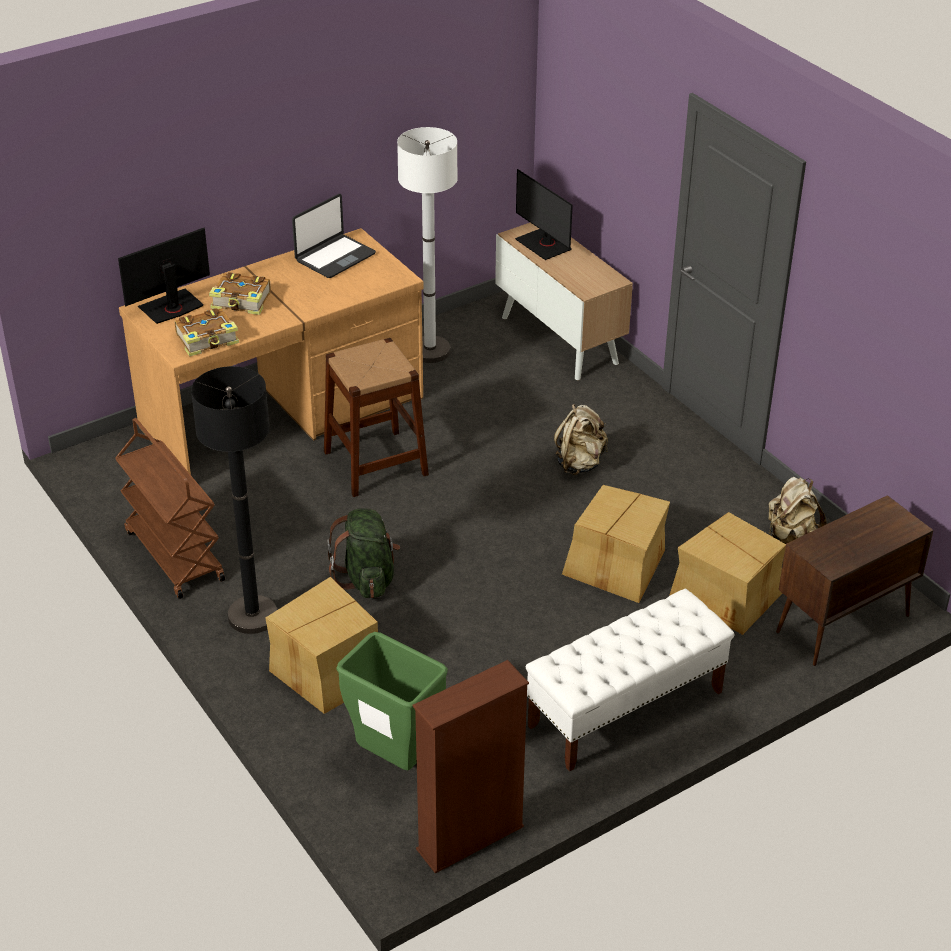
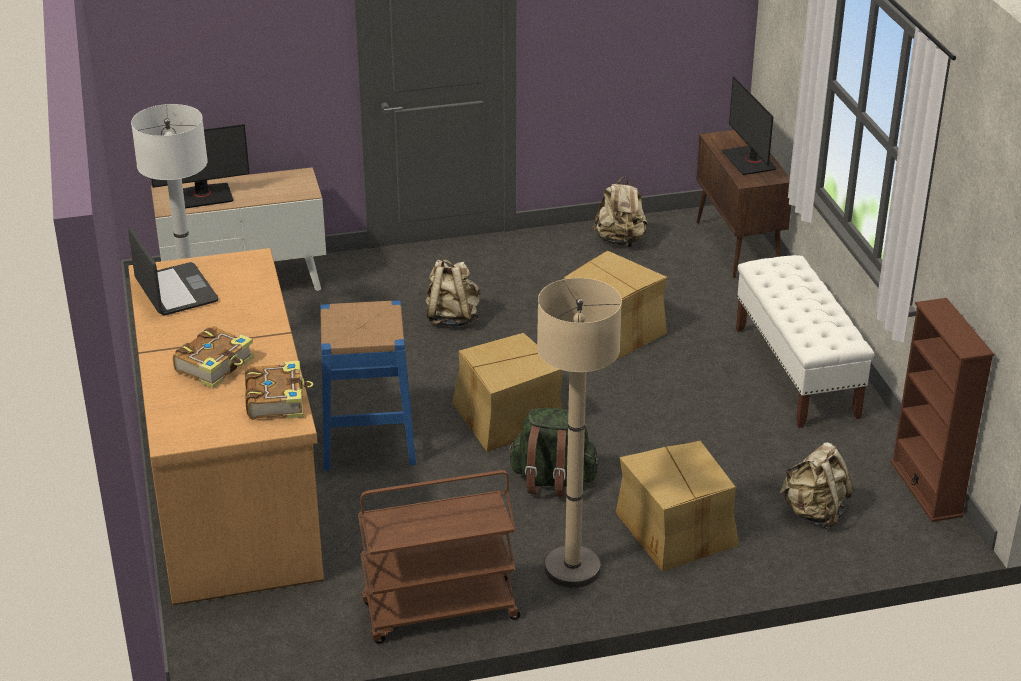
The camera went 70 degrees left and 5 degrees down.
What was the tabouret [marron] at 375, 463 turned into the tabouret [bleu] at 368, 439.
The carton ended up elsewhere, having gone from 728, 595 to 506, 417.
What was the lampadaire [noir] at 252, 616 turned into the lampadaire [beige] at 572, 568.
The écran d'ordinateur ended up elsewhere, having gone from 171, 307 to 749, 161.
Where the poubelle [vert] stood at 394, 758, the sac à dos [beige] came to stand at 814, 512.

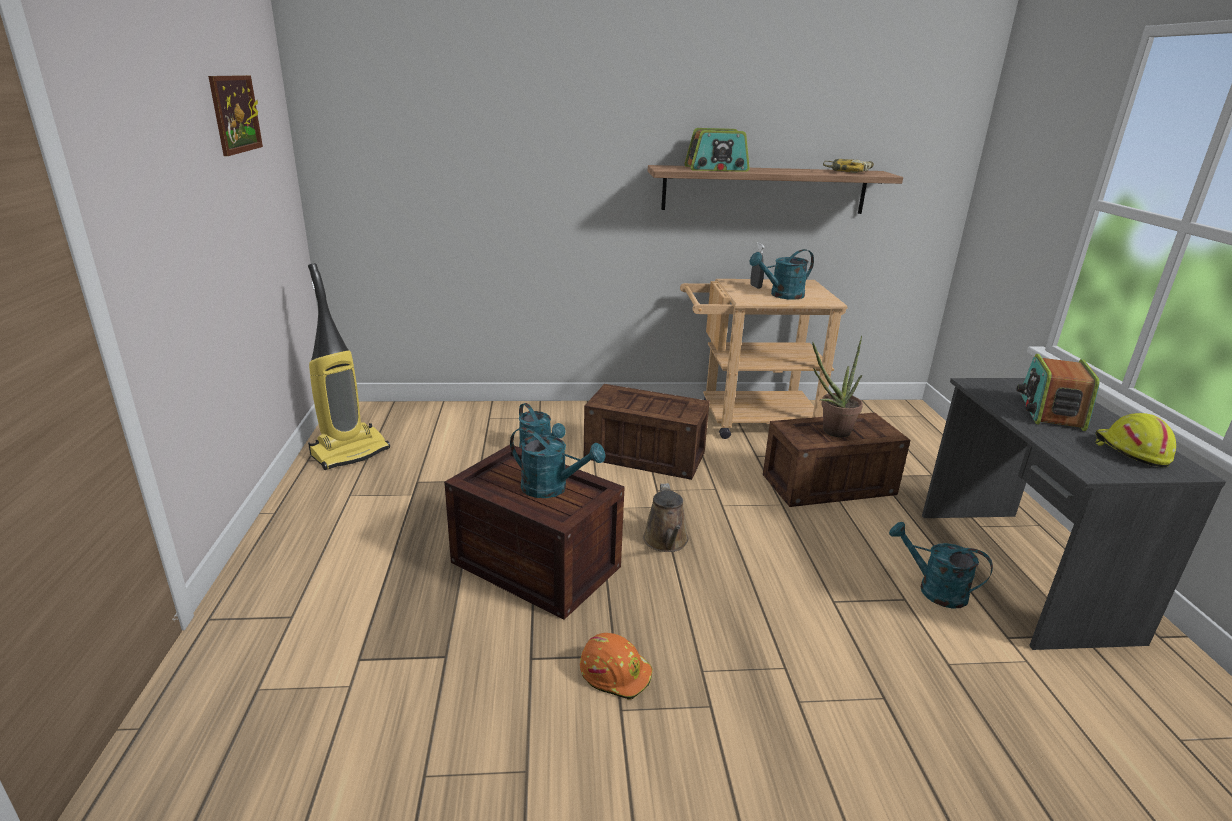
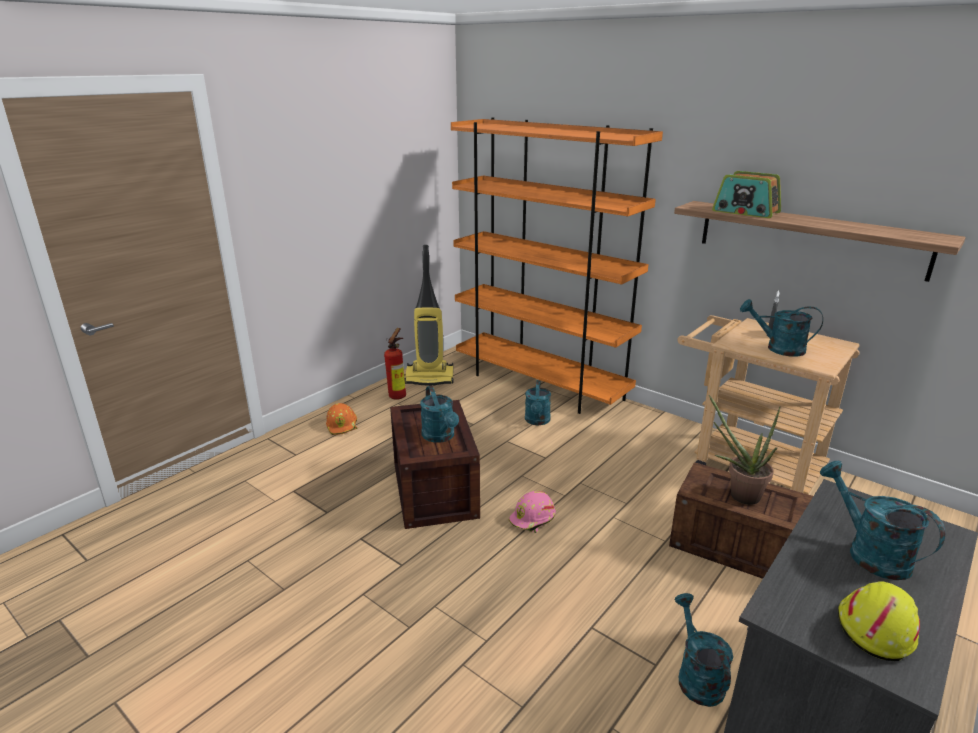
The camera went 45 degrees right and 0 degrees up.
The casque de chantier [orange] ended up elsewhere, having gone from 615, 673 to 342, 425.
The second view gained the extincteur at 399, 395.
The second view gained the bibliothèque [orange] at 540, 384.
Where the arrosoir [marron] stood at 666, 541, the casque de chantier [rose] came to stand at 533, 519.
Where the radio stood at 1050, 411, the arrosoir [turquoise] came to stand at 869, 552.
The second view lost the tableau at 235, 114.
The second view lost the caisse at 646, 455.
The second view lost the perceuse at 848, 171.

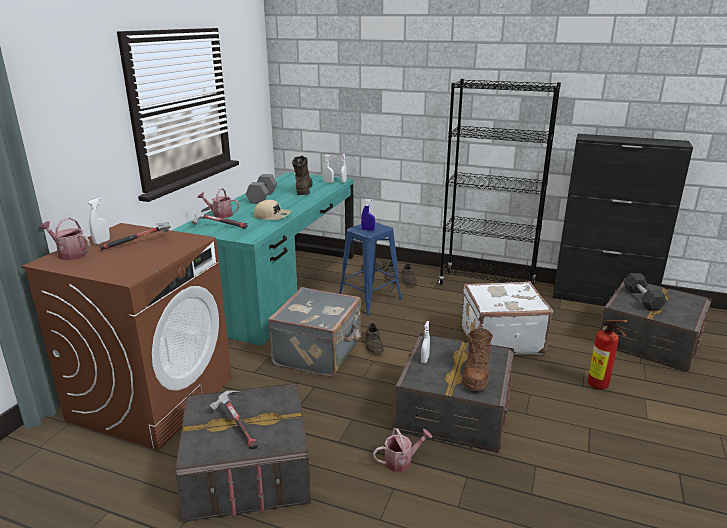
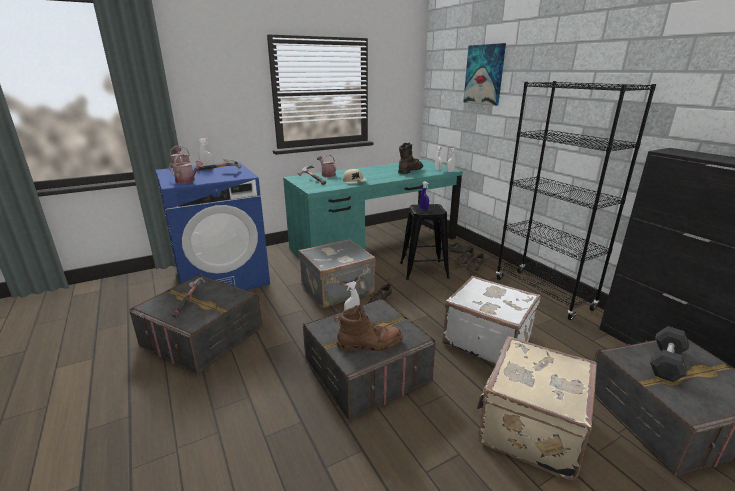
The camera went 40 degrees right and 0 degrees up.
What was the lave-linge [marron] at 153, 398 turned into the lave-linge [bleu] at 223, 278.
The arrosoir ended up elsewhere, having gone from 401, 461 to 187, 181.
The botte [marron] at 476, 374 ended up facing another way, 150 degrees counterclockwise from before.
What was the tabouret [bleu] at 369, 299 turned into the tabouret [noir] at 424, 270.
The second view gained the tableau at 484, 74.
Where the extincteur stood at 600, 386, the valise [beige] came to stand at 529, 427.
The second view lost the haltère [gris] at 263, 197.

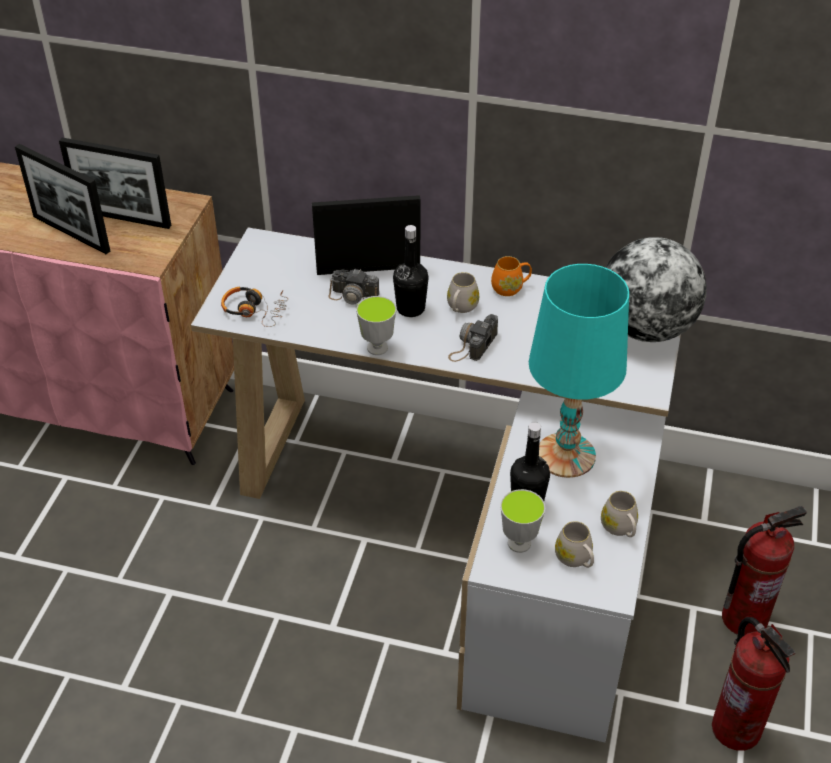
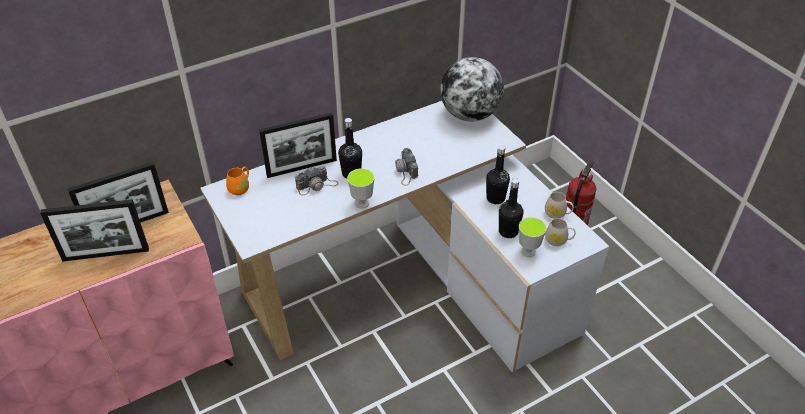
The camera went 45 degrees left and 0 degrees up.
The mug [orange] ended up elsewhere, having gone from 510, 288 to 240, 188.
The cadre photo at 368, 269 ended up facing another way, 150 degrees counterclockwise from before.
Where the lampe de table [turquoise] stood at 567, 455, the bouteille [noir] came to stand at 495, 198.
The second view lost the casque audio at 255, 310.
The second view lost the mug [blanc] at 461, 307.
The second view lost the extincteur at 737, 729.

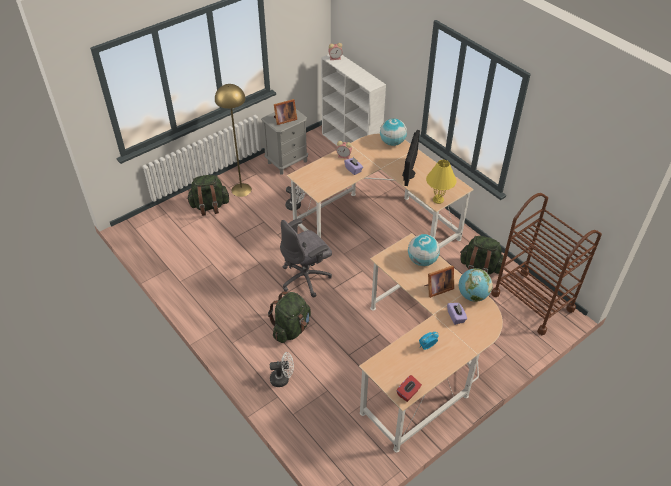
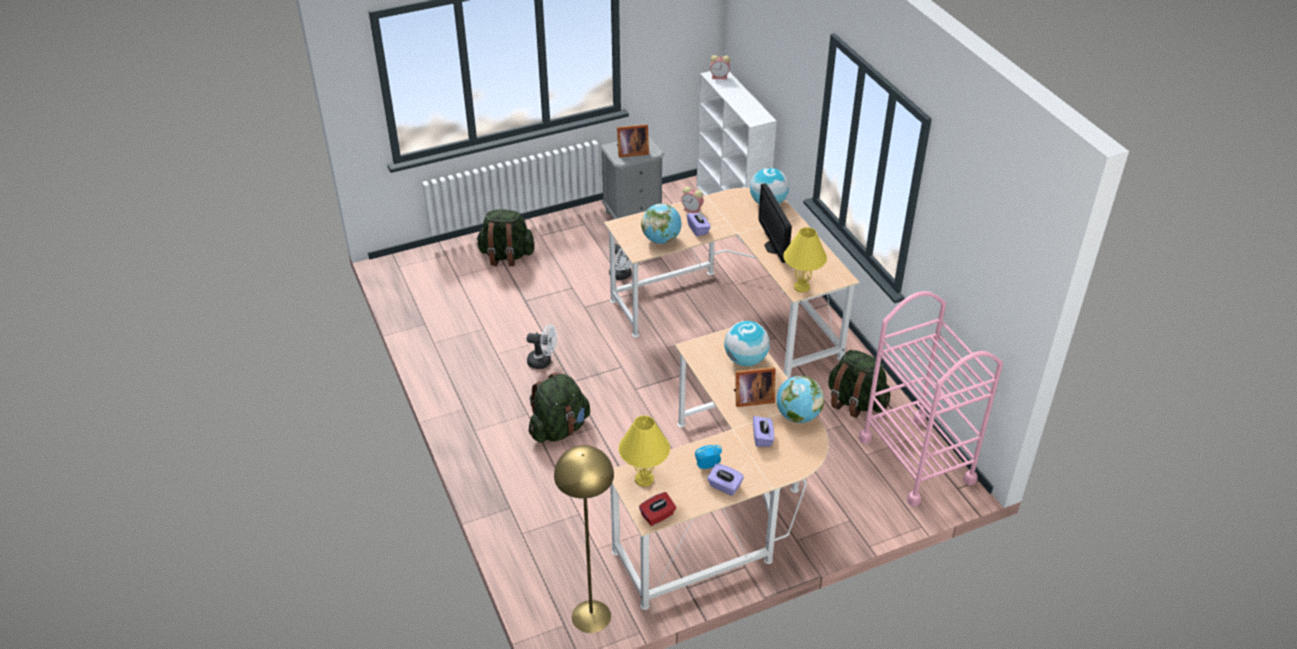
The camera went 15 degrees right and 5 degrees down.
The ventilateur [blanc] ended up elsewhere, having gone from 282, 379 to 543, 361.
The lampadaire [jaune] ended up elsewhere, having gone from 241, 190 to 591, 616.
The second view gained the lampe de table [jaune] at 644, 479.
The second view gained the globe at 661, 239.
The second view gained the boîte à mouchoirs [violet] at 724, 486.
The écran d'ordinateur at 408, 174 ended up facing another way, 135 degrees clockwise from before.
What was the chariot [marron] at 532, 301 turned into the chariot [rose] at 916, 460.
The second view lost the chaise de bureau [gris] at 306, 278.

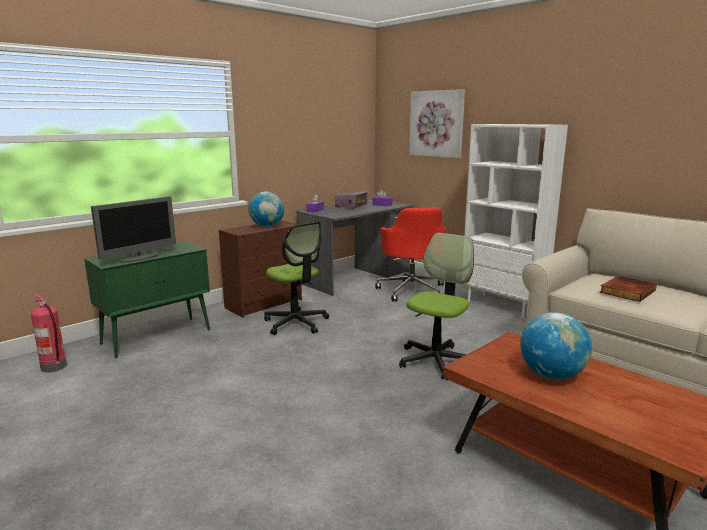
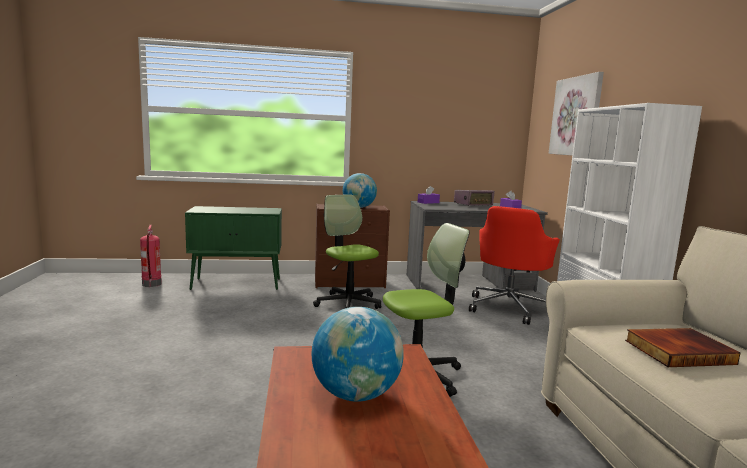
The camera went 35 degrees right and 5 degrees down.
The chaise de bureau at 296, 323 ended up facing another way, 150 degrees clockwise from before.
The second view lost the écran d'ordinateur at 139, 258.

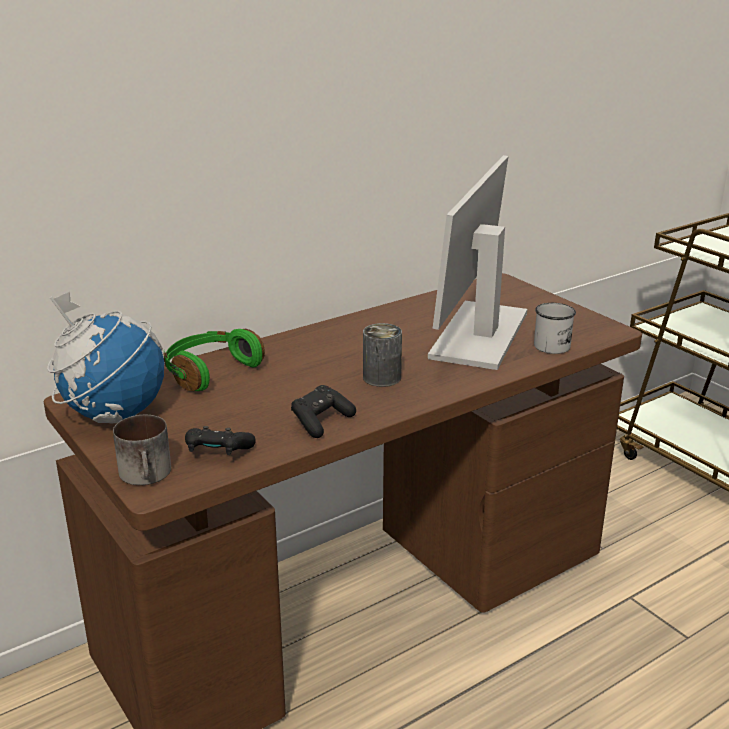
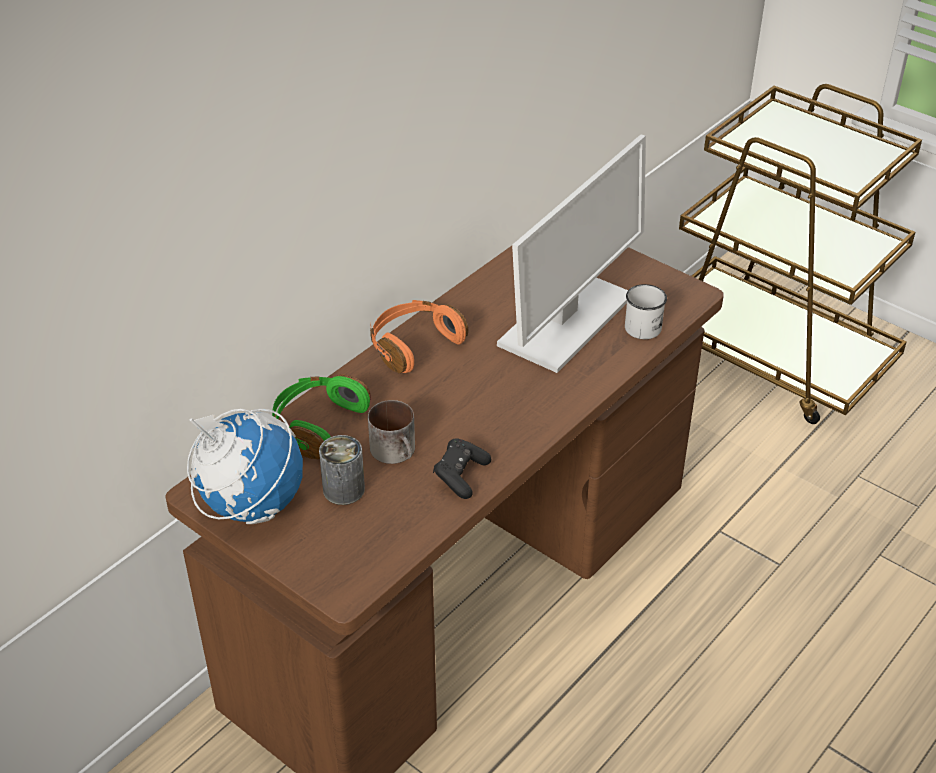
The camera went 15 degrees left and 15 degrees up.
The boîte métallique ended up elsewhere, having gone from 382, 377 to 343, 489.
The mug ended up elsewhere, having gone from 148, 475 to 397, 451.
The second view gained the casque audio [orange] at 414, 345.
The écran d'ordinateur at 479, 334 ended up facing another way, 150 degrees counterclockwise from before.
The second view lost the manette [noir] at 218, 453.

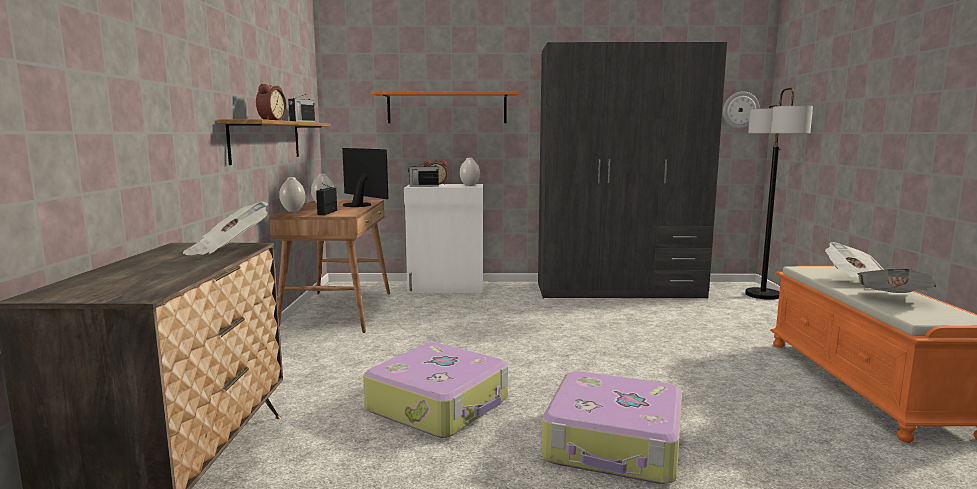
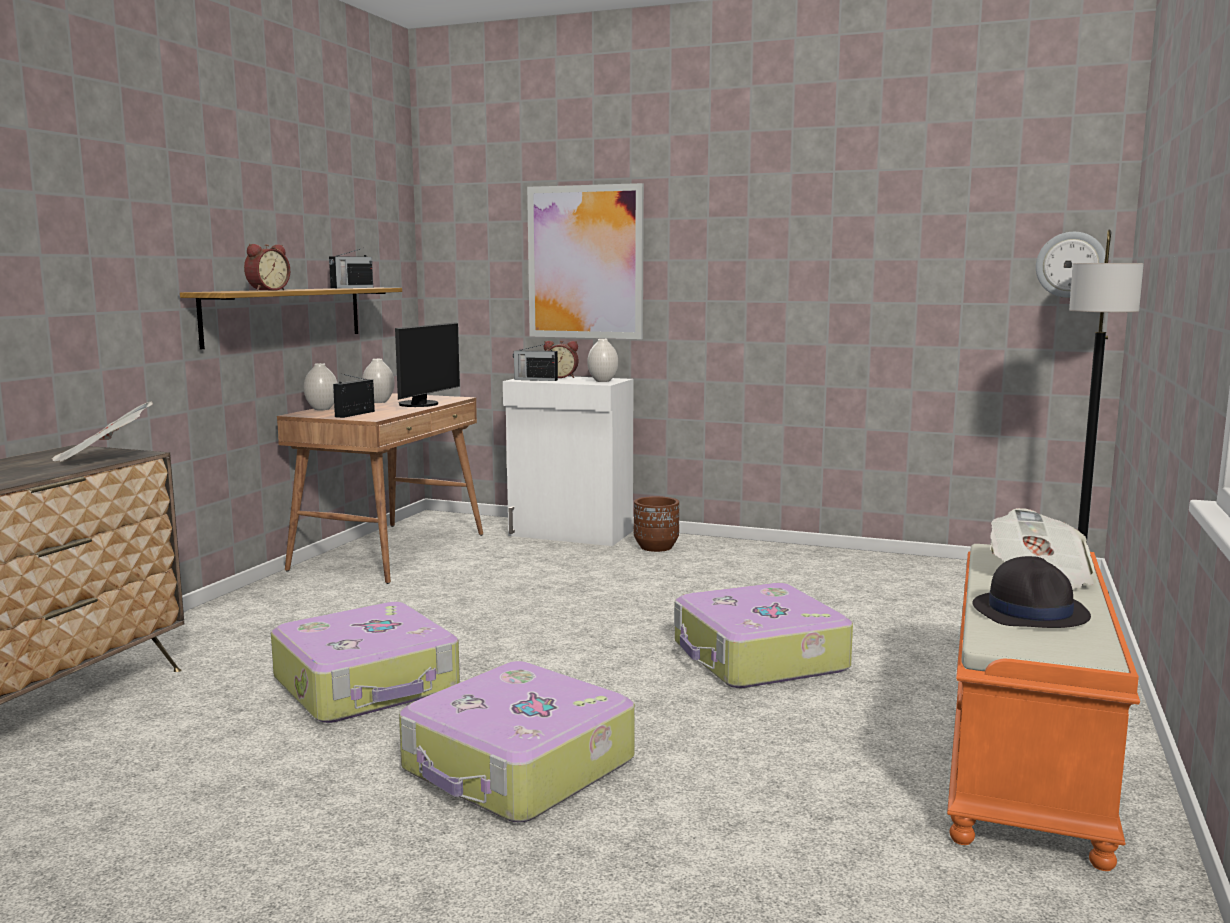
The camera went 20 degrees right and 0 degrees up.
The écran d'ordinateur at 360, 205 ended up facing another way, 45 degrees clockwise from before.
Where the étagère [orange] hung at 447, 108, the tableau came to hang at 585, 262.
The second view gained the cache-pot [marron] at 656, 547.
The second view gained the valise at 758, 657.
Where the journal stood at 893, 299, the chapeau [noir] came to stand at 1030, 612.
The second view lost the armoire [gris] at 619, 290.

